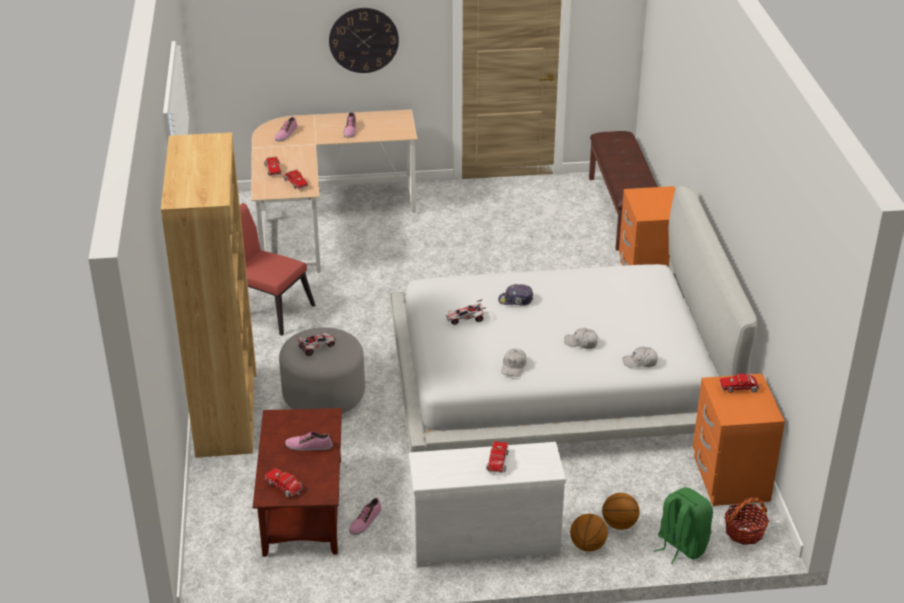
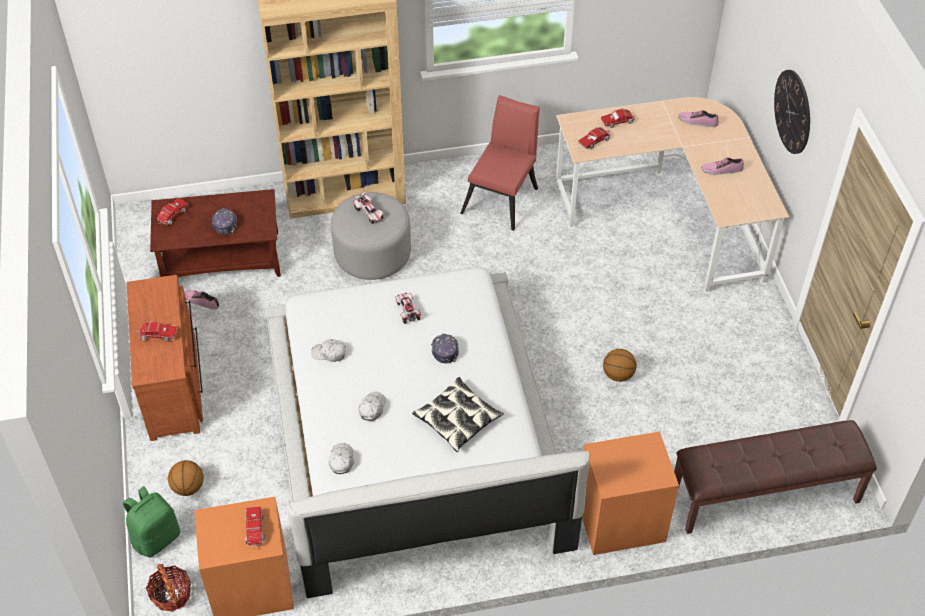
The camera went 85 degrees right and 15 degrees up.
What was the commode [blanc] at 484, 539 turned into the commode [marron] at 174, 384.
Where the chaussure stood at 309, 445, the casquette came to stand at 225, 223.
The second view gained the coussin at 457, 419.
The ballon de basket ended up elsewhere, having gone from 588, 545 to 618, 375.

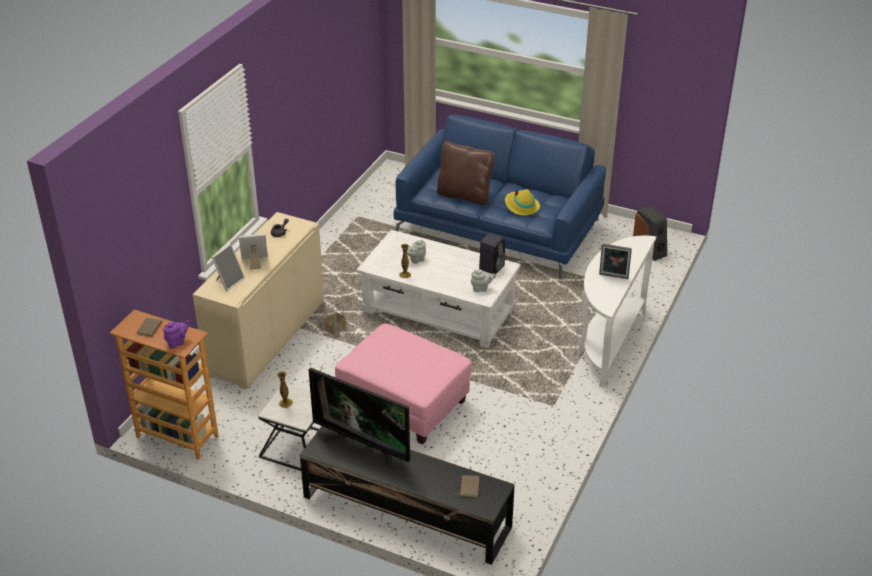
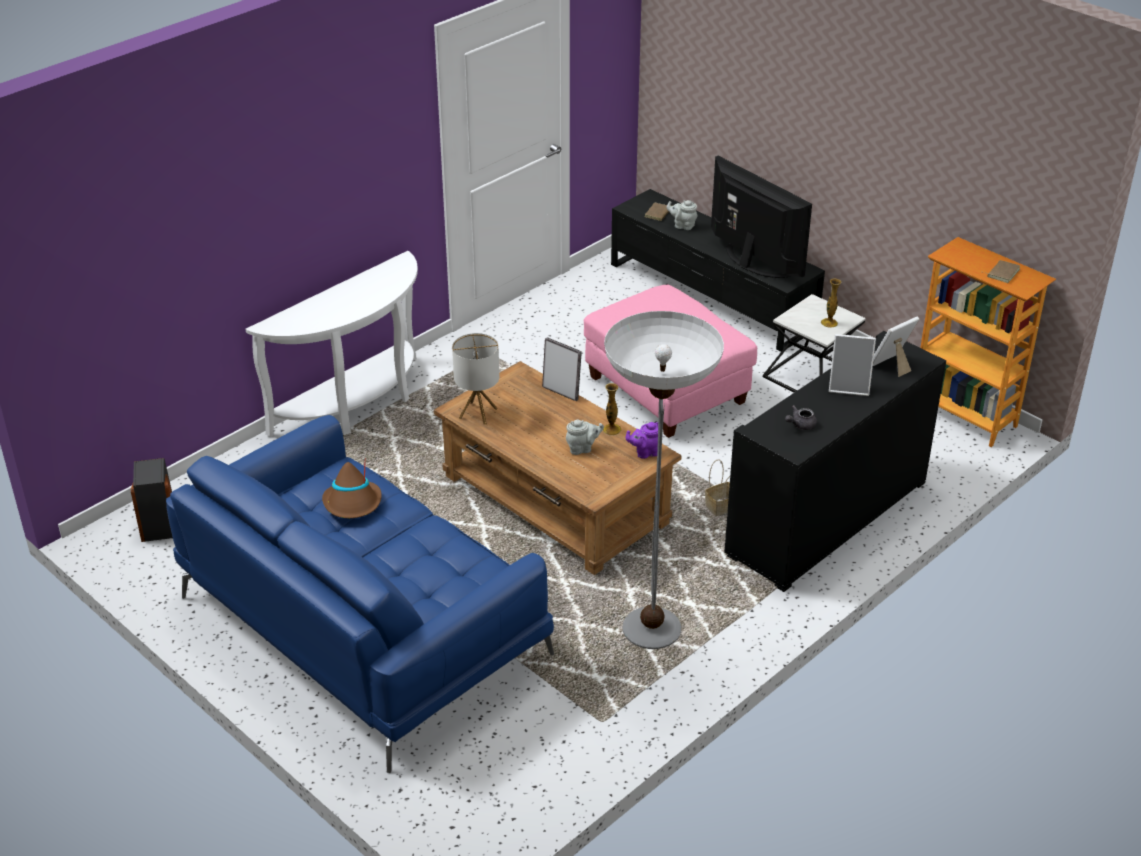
The camera went 160 degrees left and 0 degrees up.
What was the chapeau [jaune] at 521, 206 turned into the chapeau [marron] at 353, 503.
What was the table basse [blanc] at 439, 311 turned into the table basse [marron] at 554, 500.
Where the enceinte [noir] stood at 492, 267, the lampe de table came to stand at 478, 413.
The cadre photo ended up elsewhere, having gone from 613, 277 to 561, 392.
The second view gained the lampadaire at 651, 629.
The théière [violet] ended up elsewhere, having gone from 177, 342 to 645, 452.
The théière [gris] ended up elsewhere, having gone from 481, 289 to 682, 225.
What was the meuble de rangement [beige] at 267, 337 turned into the meuble de rangement [noir] at 827, 518.
The second view lost the coussin [marron] at 464, 195.

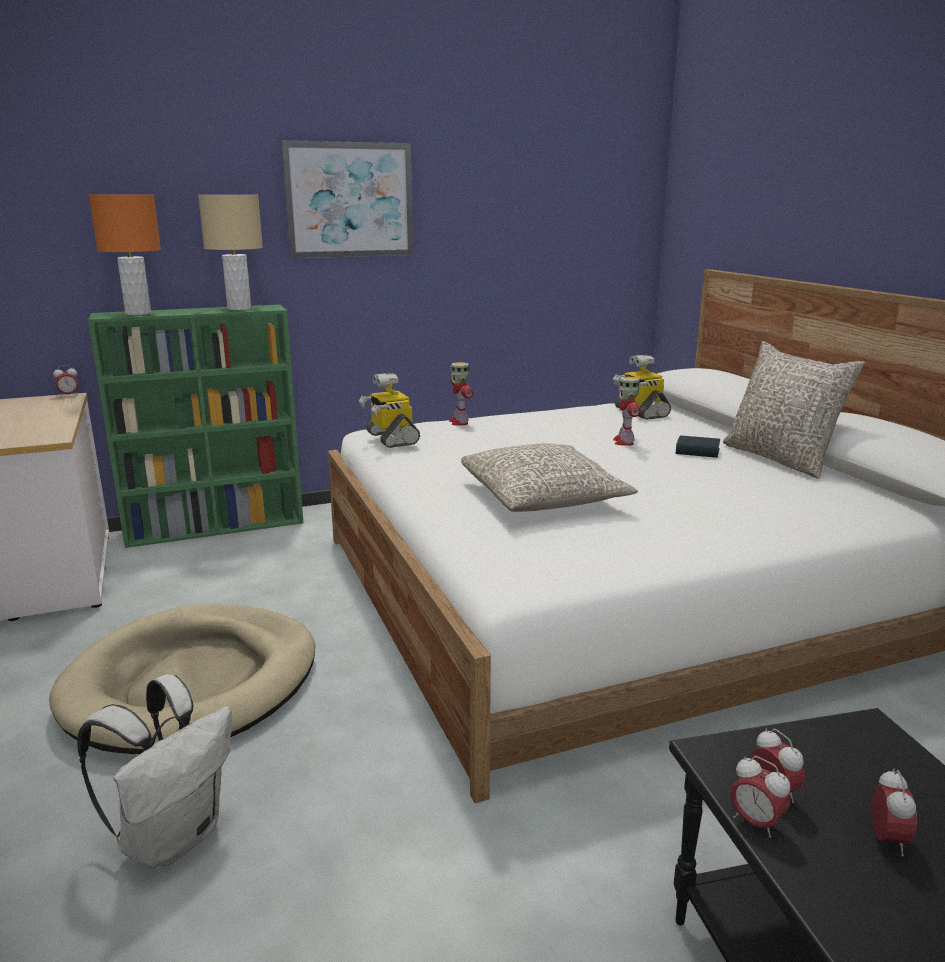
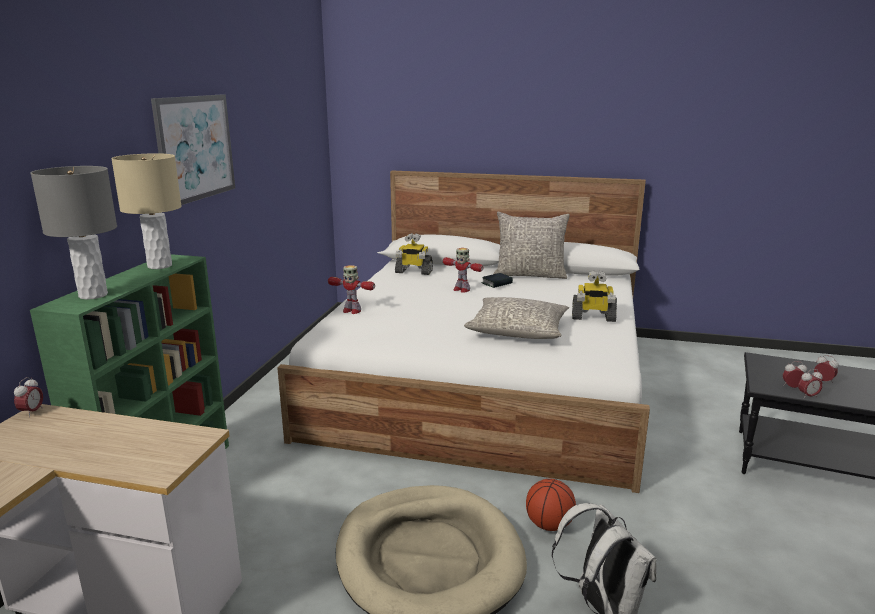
The camera went 55 degrees left and 0 degrees up.
What was the lampe de table [orange] at 138, 313 turned into the lampe de table [gris] at 93, 295.
The second view gained the ballon de basket at 549, 525.
The robot jouet ended up elsewhere, having gone from 391, 438 to 593, 317.

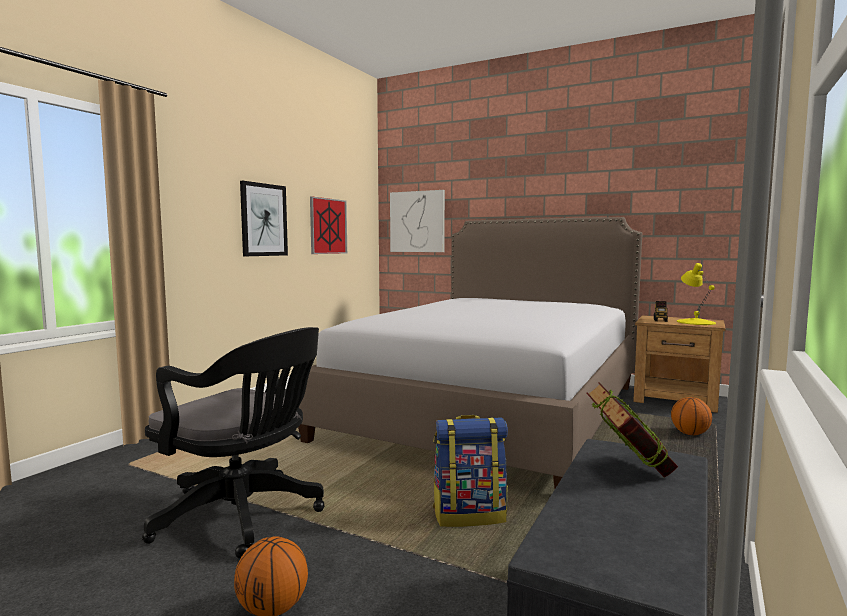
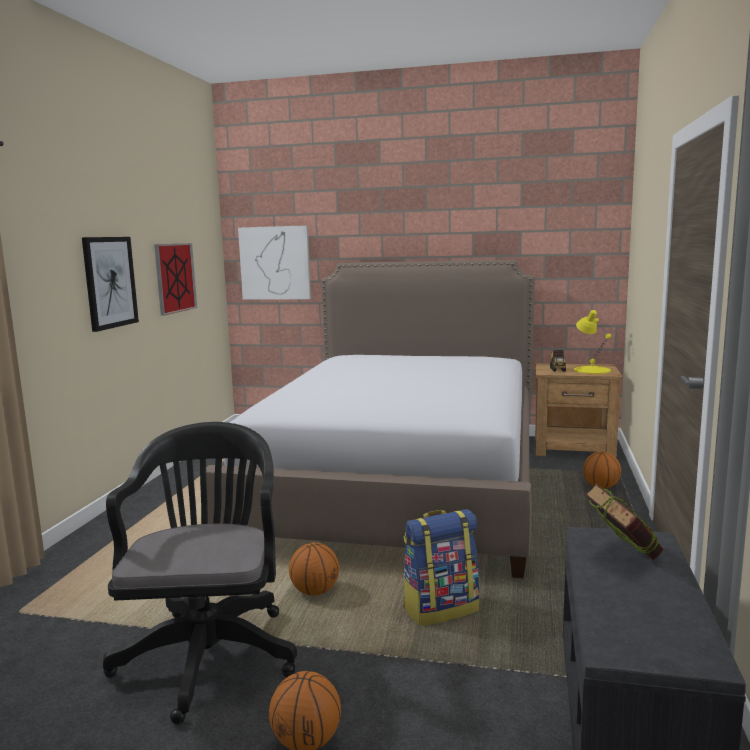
The camera went 15 degrees left and 5 degrees up.
The chaise de bureau [noir] at 244, 516 ended up facing another way, 105 degrees counterclockwise from before.
The second view gained the ballon de basket at 315, 591.

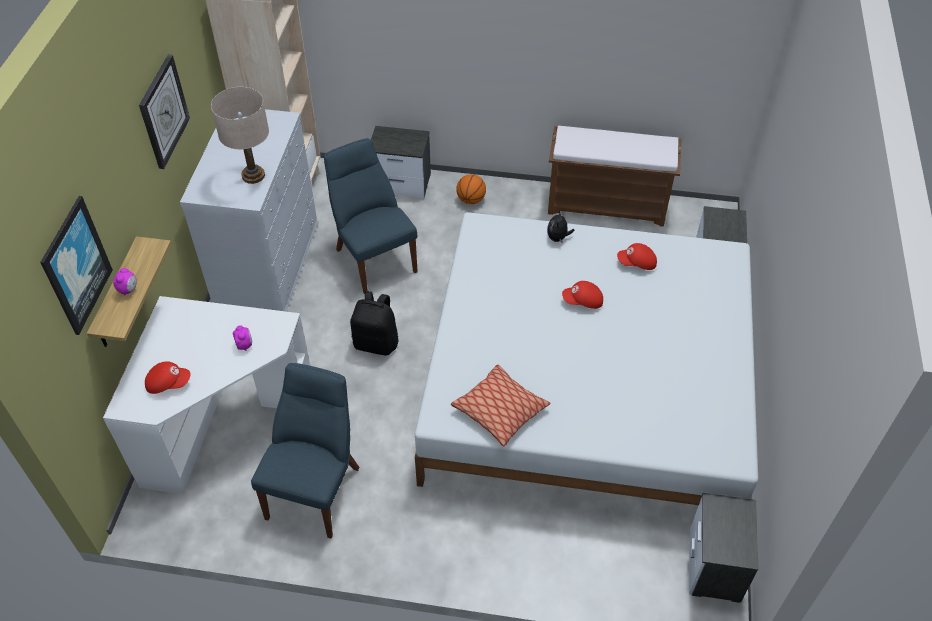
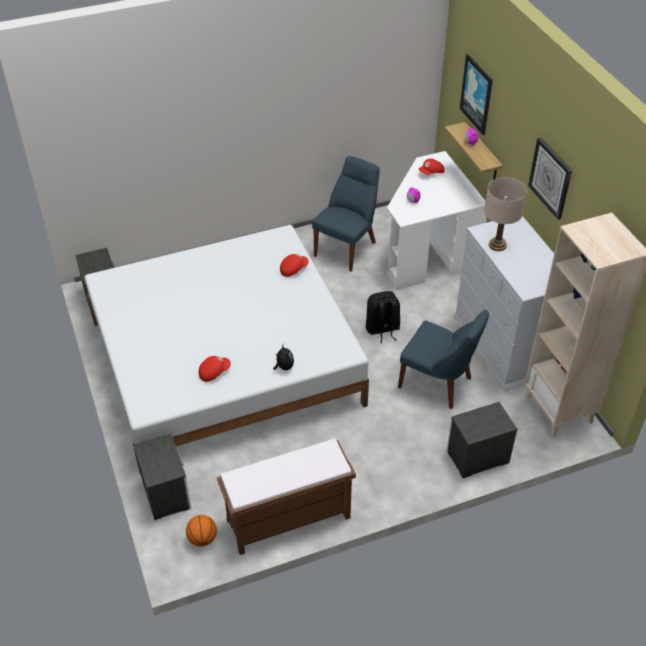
The camera went 150 degrees right and 5 degrees down.
The ballon de basket ended up elsewhere, having gone from 471, 200 to 202, 539.
The casquette [rouge] ended up elsewhere, having gone from 583, 301 to 293, 269.
The chaise [bleu] at 316, 488 ended up facing another way, 135 degrees counterclockwise from before.
The second view lost the coussin at 500, 410.

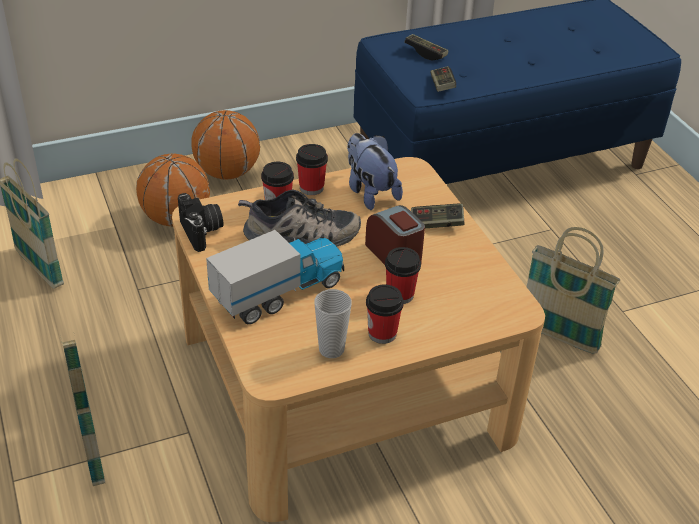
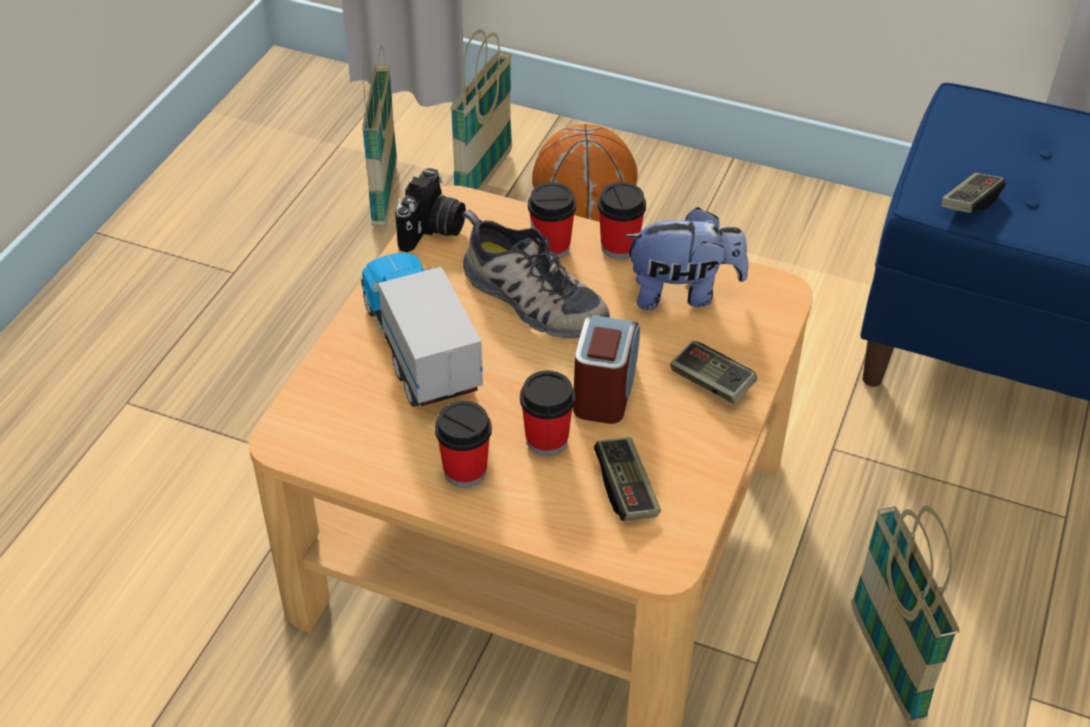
The camera went 45 degrees right and 5 degrees up.
The camion jouet at 279, 293 ended up facing another way, 120 degrees counterclockwise from before.
The panier ended up elsewhere, having gone from 91, 449 to 484, 179.
The manette ended up elsewhere, having gone from 425, 53 to 626, 489.
The peluche at 370, 192 ended up facing another way, 75 degrees clockwise from before.
The second view lost the ballon de basket at 227, 173.
The second view lost the tasse at 331, 349.

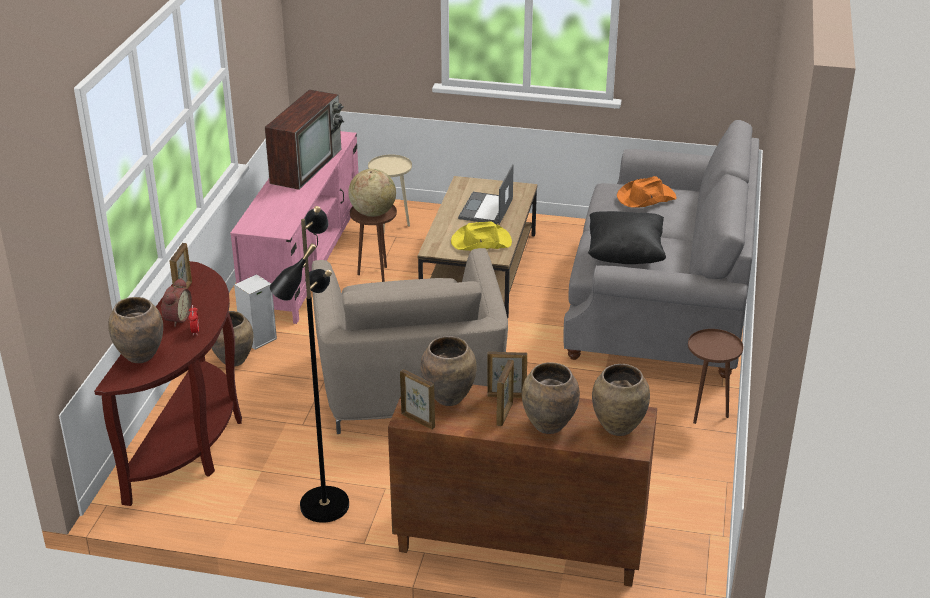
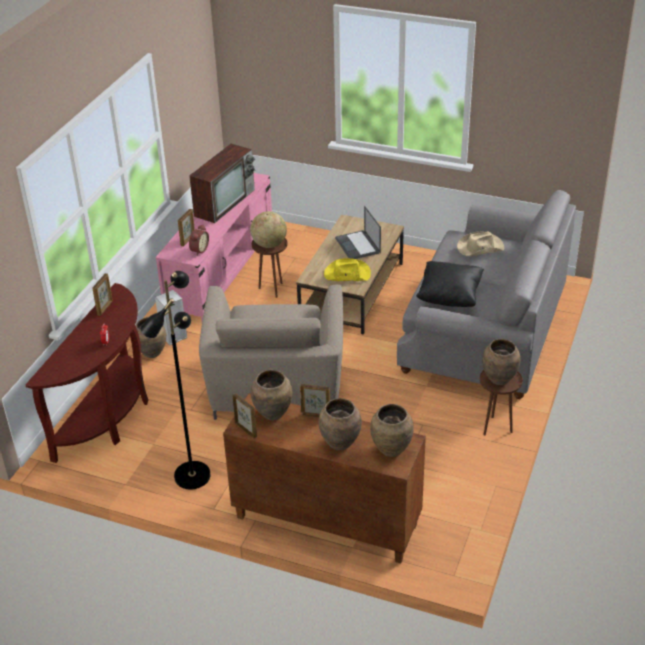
The camera went 10 degrees right and 5 degrees up.
The cadre photo ended up elsewhere, having gone from 505, 414 to 188, 240.
The réveil ended up elsewhere, having gone from 176, 318 to 198, 250.
The ordinateur portable at 486, 209 ended up facing another way, 45 degrees counterclockwise from before.
What was the chapeau [orange] at 645, 198 turned into the chapeau [beige] at 479, 247.
The vase [marron] ended up elsewhere, having gone from 140, 356 to 499, 379.
The second view lost the table d'appoint [beige] at 392, 225.

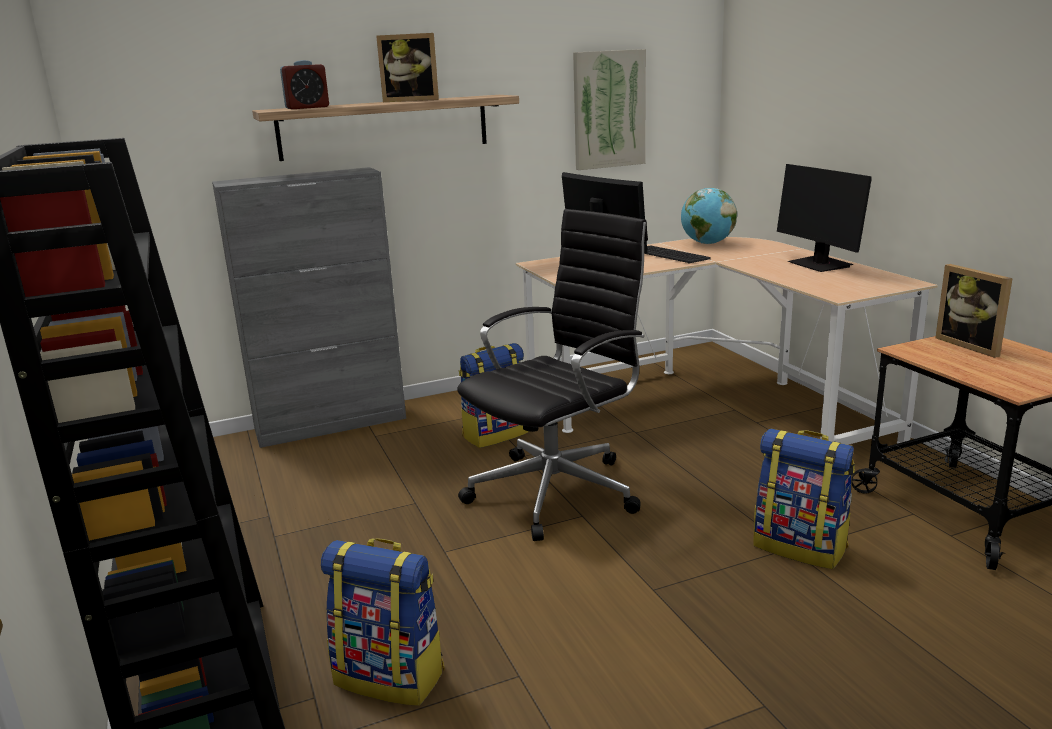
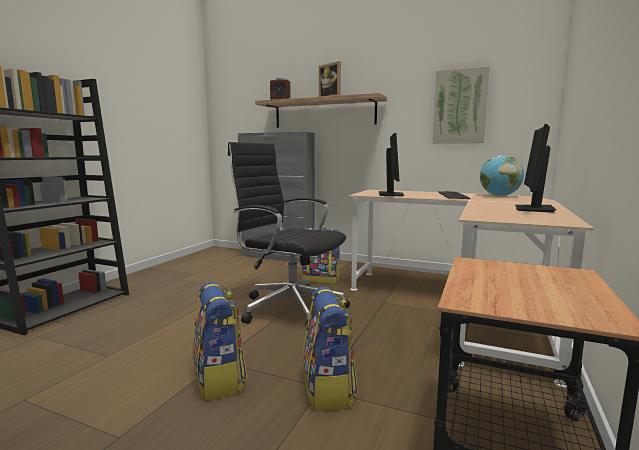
The camera went 45 degrees right and 10 degrees down.
The sac à dos ended up elsewhere, having gone from 391, 676 to 220, 380.
The chaise de bureau [noir] at 558, 491 ended up facing another way, 150 degrees counterclockwise from before.
The second view lost the cadre photo at 972, 345.

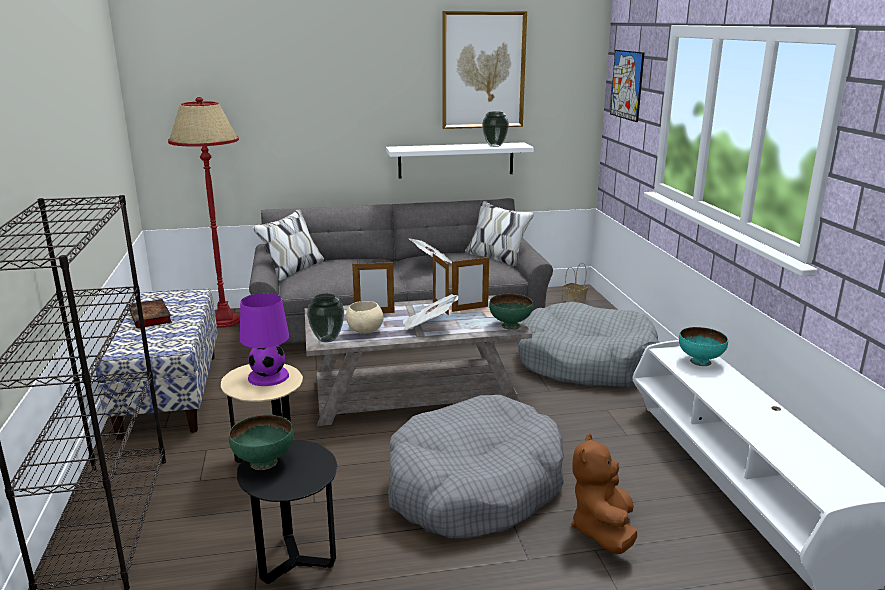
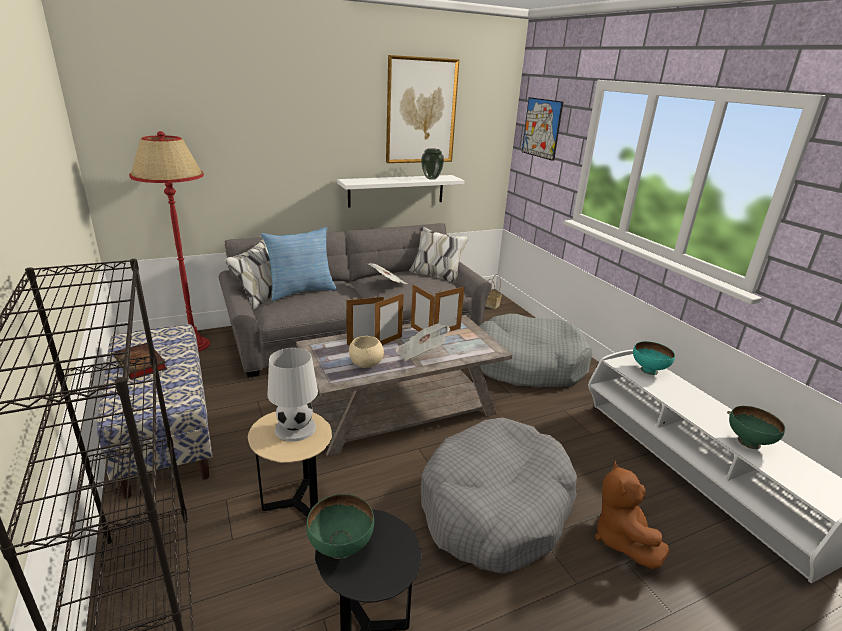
The camera went 15 degrees left and 5 degrees up.
The second view gained the coussin at 301, 291.
What was the lampe de table [violet] at 267, 376 turned into the lampe de table [blanc] at 295, 428.
The second view gained the cadre photo at 388, 342.
The bol [vert] ended up elsewhere, having gone from 510, 325 to 748, 442.
The second view lost the vase at 326, 339.

